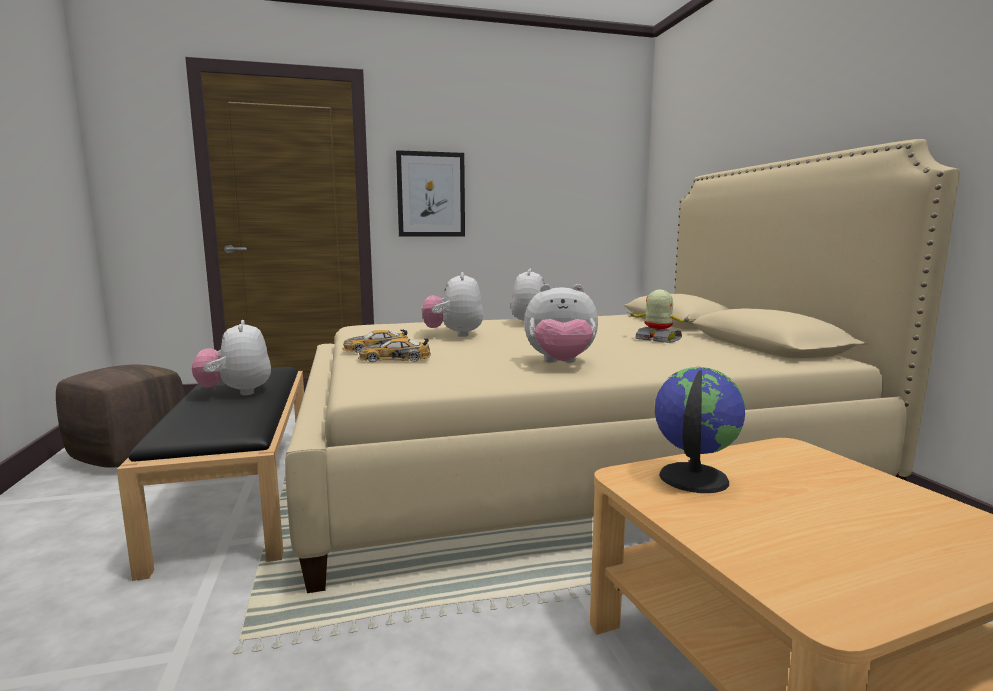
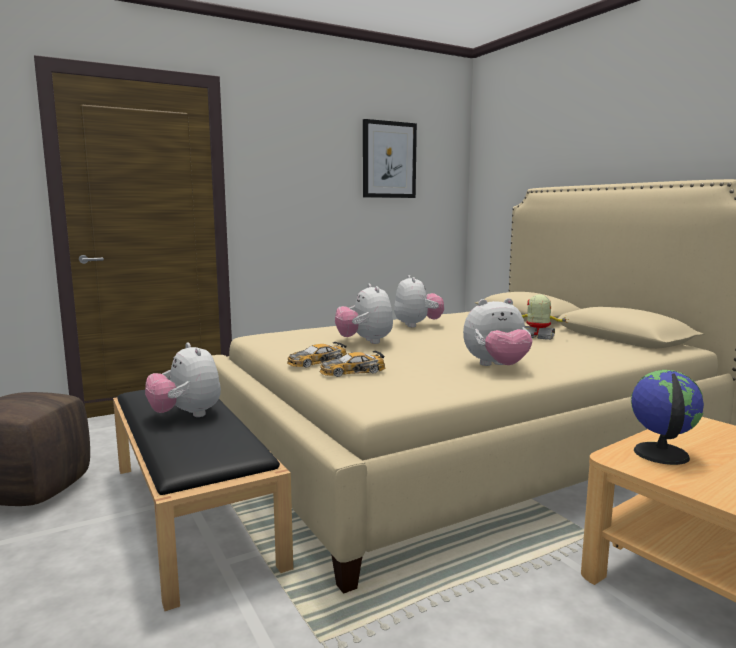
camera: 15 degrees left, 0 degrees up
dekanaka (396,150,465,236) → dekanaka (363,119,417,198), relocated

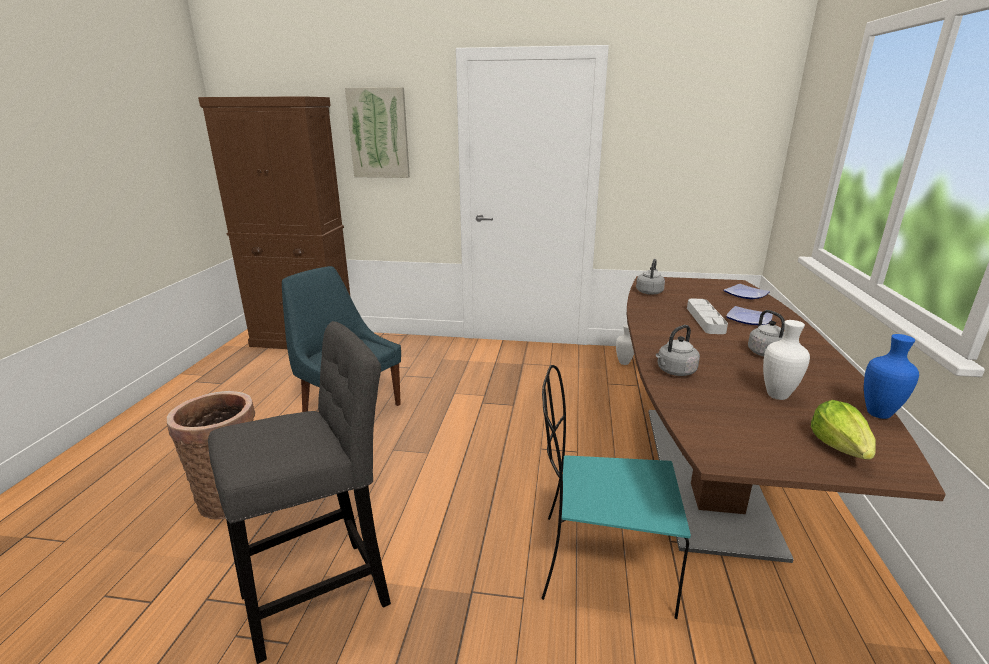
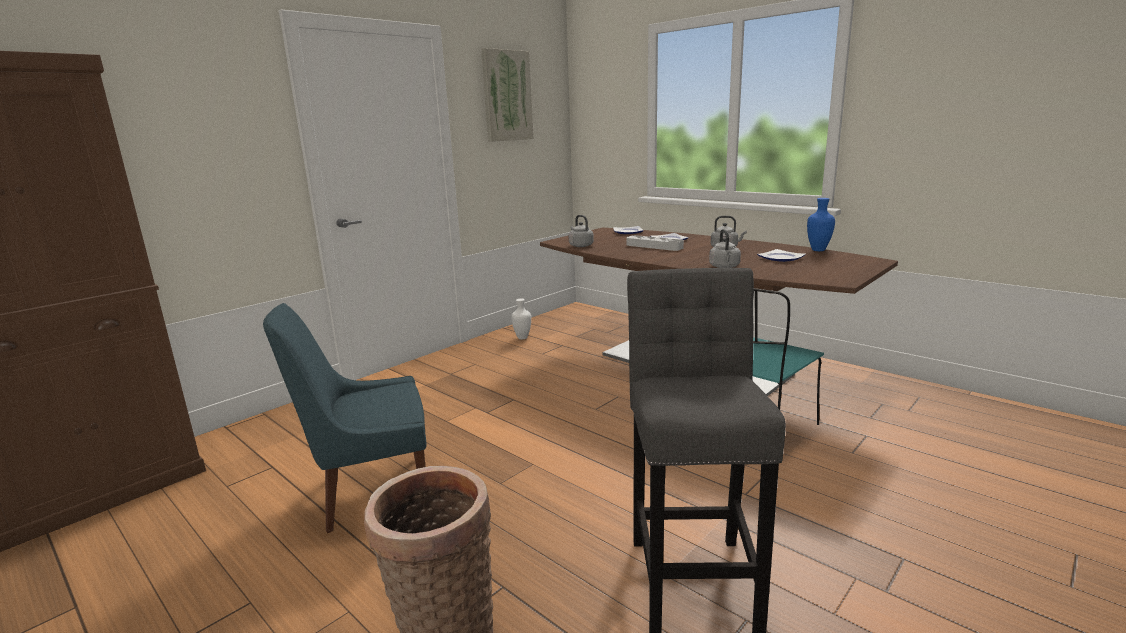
camera: 55 degrees left, 5 degrees down
dekanaka (345,87,410,178) → dekanaka (481,48,534,142), relocated
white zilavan (763,320,810,400) → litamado (757,249,806,262)
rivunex (811,400,876,460) → -

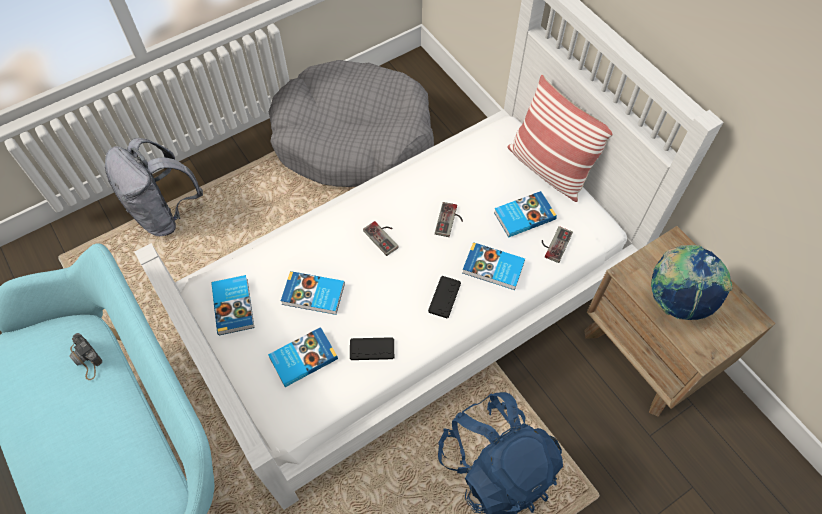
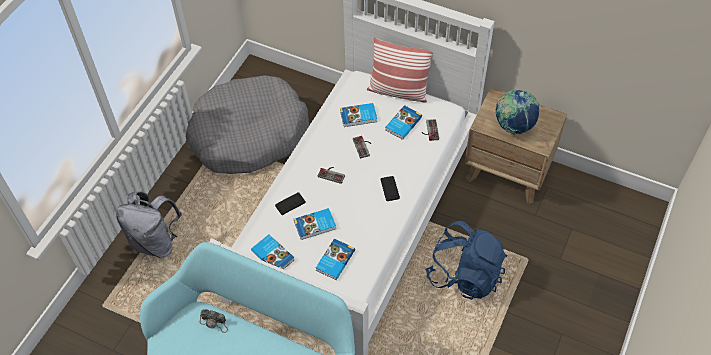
camera: 30 degrees left, 5 degrees down
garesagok (462,242,525,290) → garesagok (340,103,377,127), relocated
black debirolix (350,337,394,360) → black debirolix (275,193,305,215), relocated

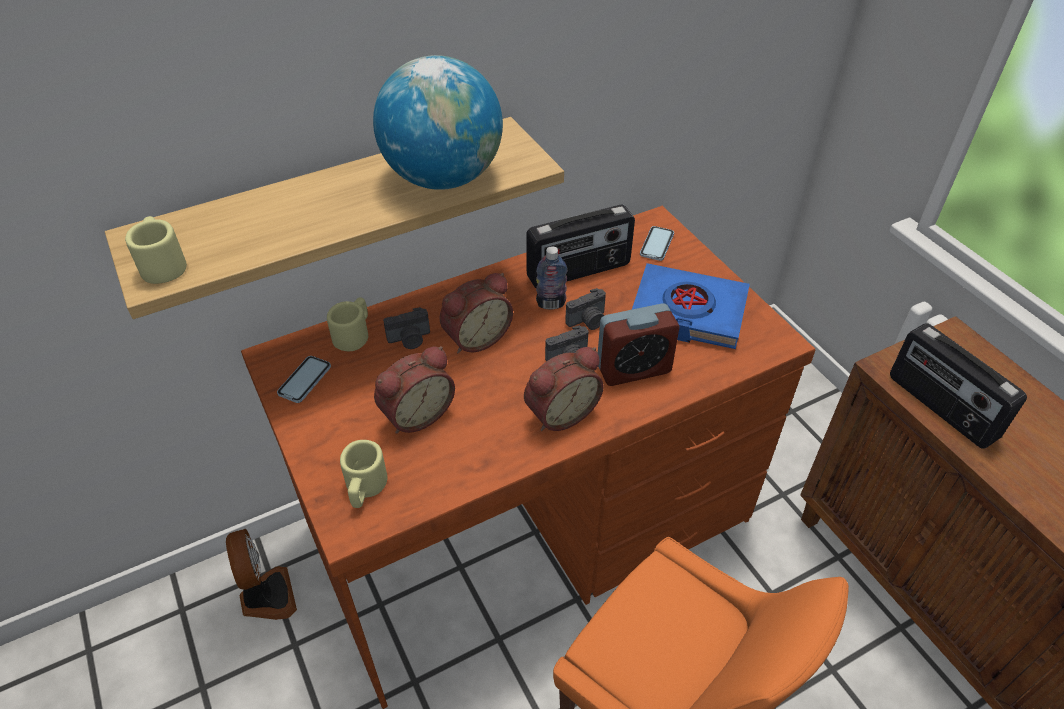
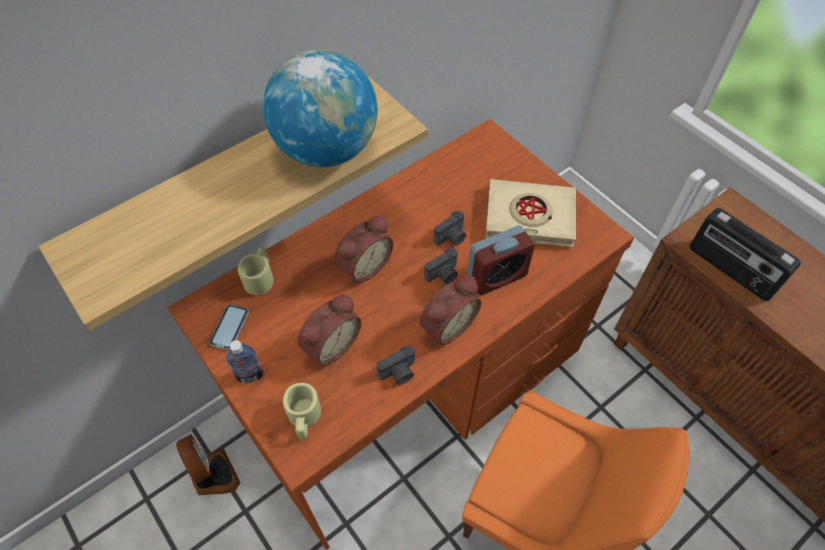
camera: 10 degrees left, 10 degrees up
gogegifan (526,205,635,288) → -
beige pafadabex (125,216,187,284) → -
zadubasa (640,226,674,261) → -
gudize (536,246,567,310) → gudize (226,340,264,383), relocated
blue garesagok (632,263,750,349) → beige garesagok (485,179,576,247)
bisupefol (383,307,430,349) → bisupefol (377,345,415,385), relocated

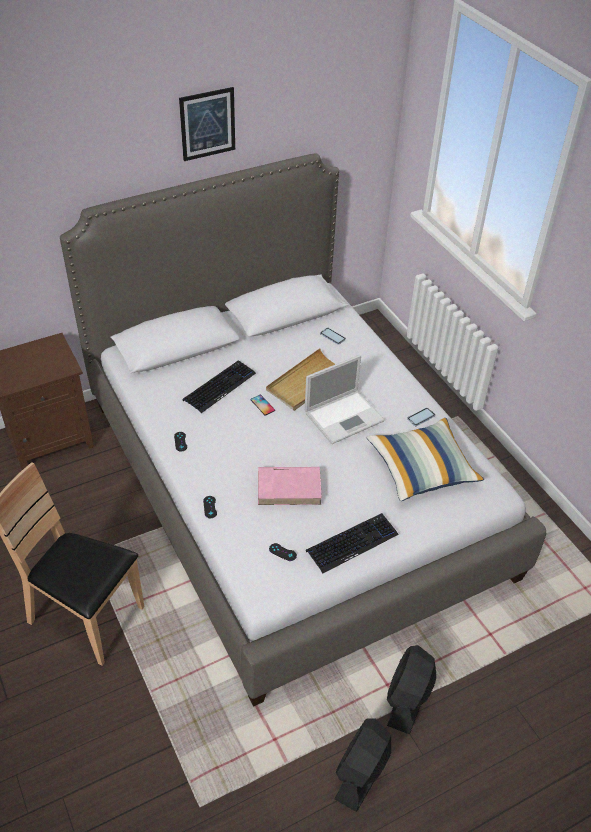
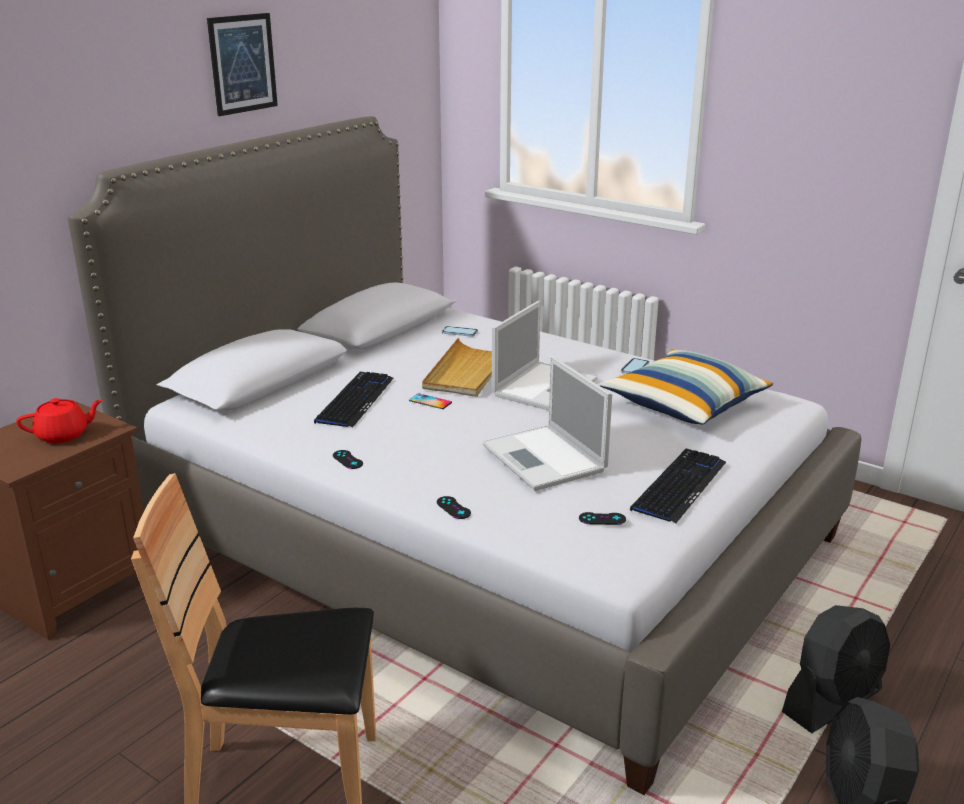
camera: 25 degrees left, 20 degrees down
pink garesagok (258,467,322,505) → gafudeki (482,356,612,491)
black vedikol (387,645,436,734) → black vedikol (782,605,890,733), 120 degrees counterclockwise
- → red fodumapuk (16,398,103,443)

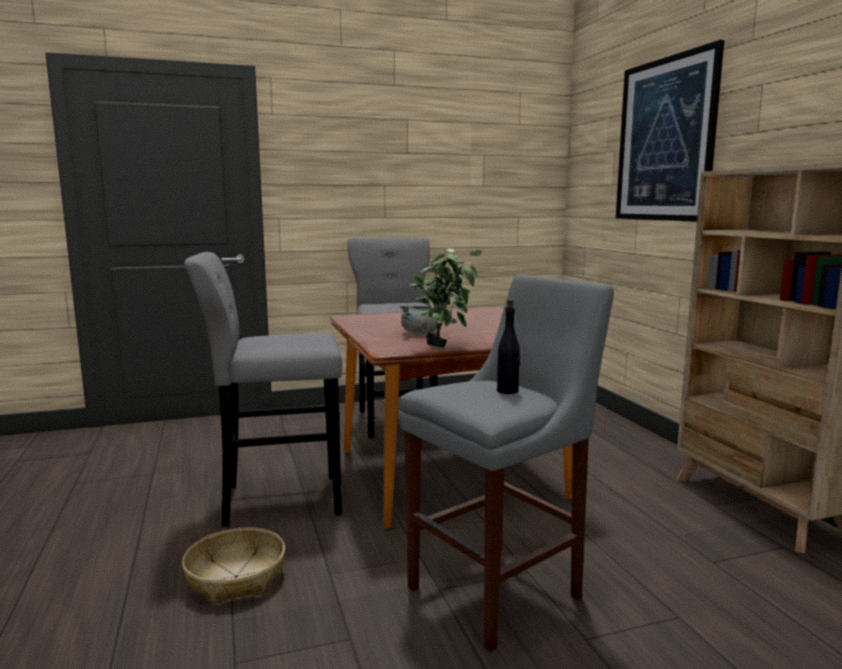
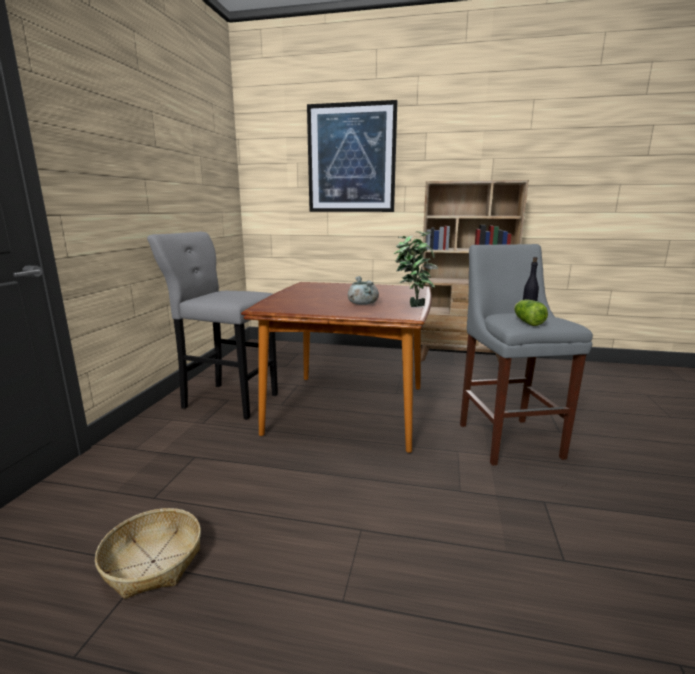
camera: 60 degrees left, 5 degrees up
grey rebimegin (184,252,342,527) → -
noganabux (182,527,285,604) → noganabux (95,508,201,599), relocated
- → rivunex (514,299,548,326)

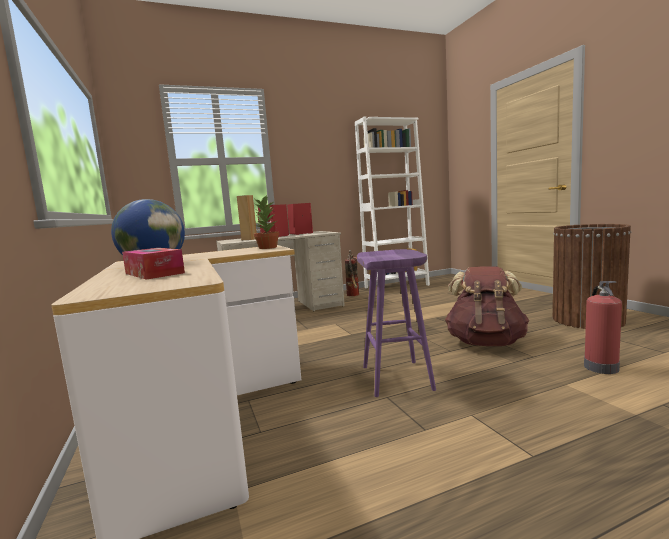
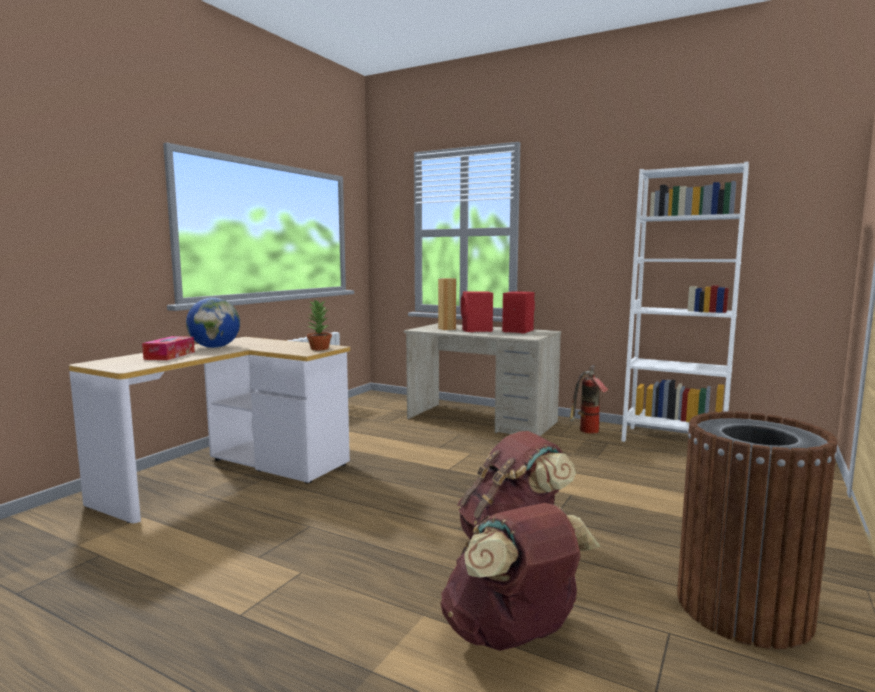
camera: 50 degrees right, 0 degrees up
purple rebimegin (357,249,436,397) → -
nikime (584,281,622,374) → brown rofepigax (440,503,601,651)

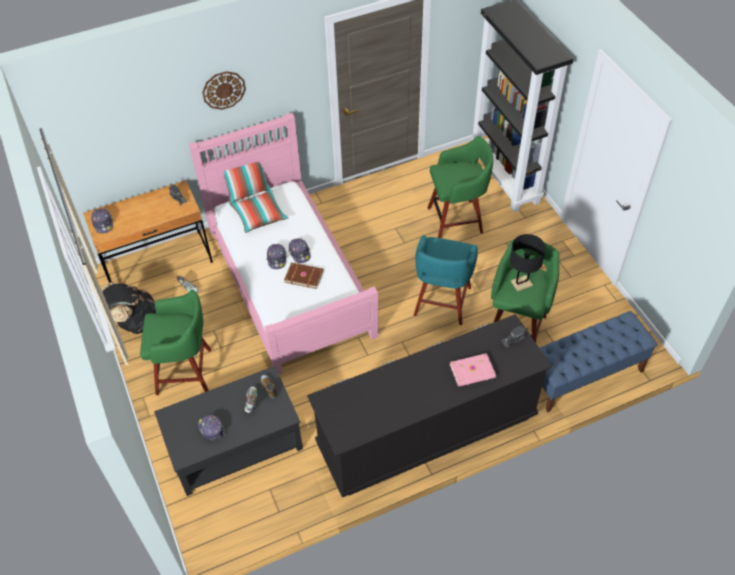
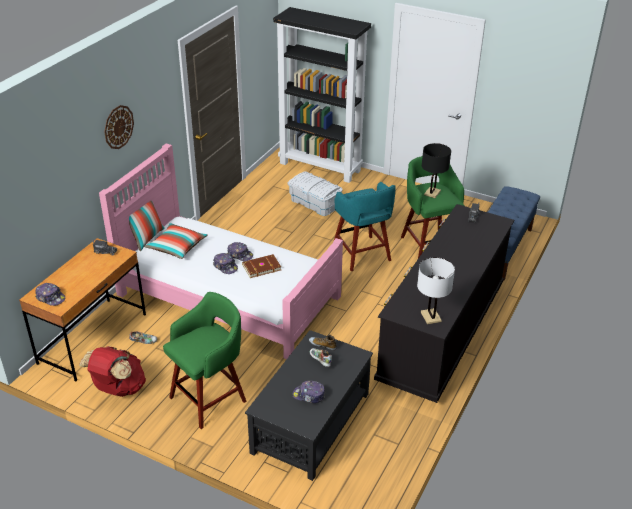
camera: 40 degrees left, 15 degrees down
green rebimegin (428,136,493,238) → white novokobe (288,171,343,216)
black rofepigax (101,282,156,334) → red rofepigax (79,346,146,397)
pink garesagok (450,353,496,387) → -
- → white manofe (417,257,455,324)

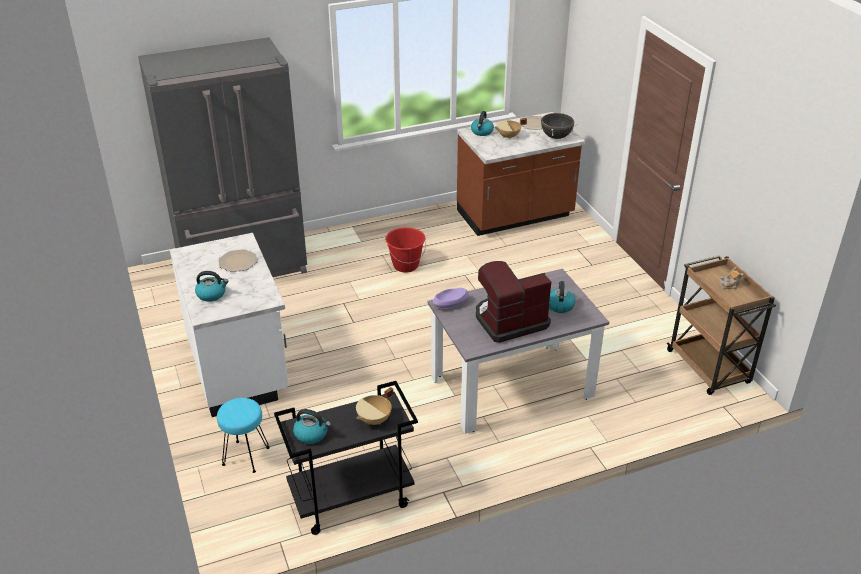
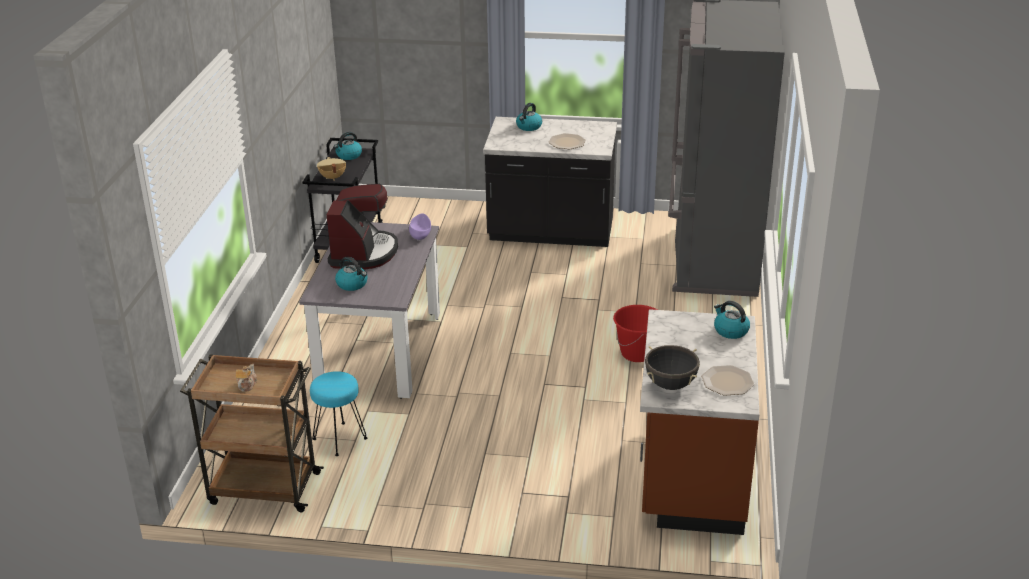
camera: 120 degrees right, 5 degrees down
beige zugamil (495,118,527,139) → -
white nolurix (170,233,289,417) → black nolurix (483,117,617,247)
turquoise rebimegin (217,398,270,473) → turquoise rebimegin (310,371,367,456), relocated

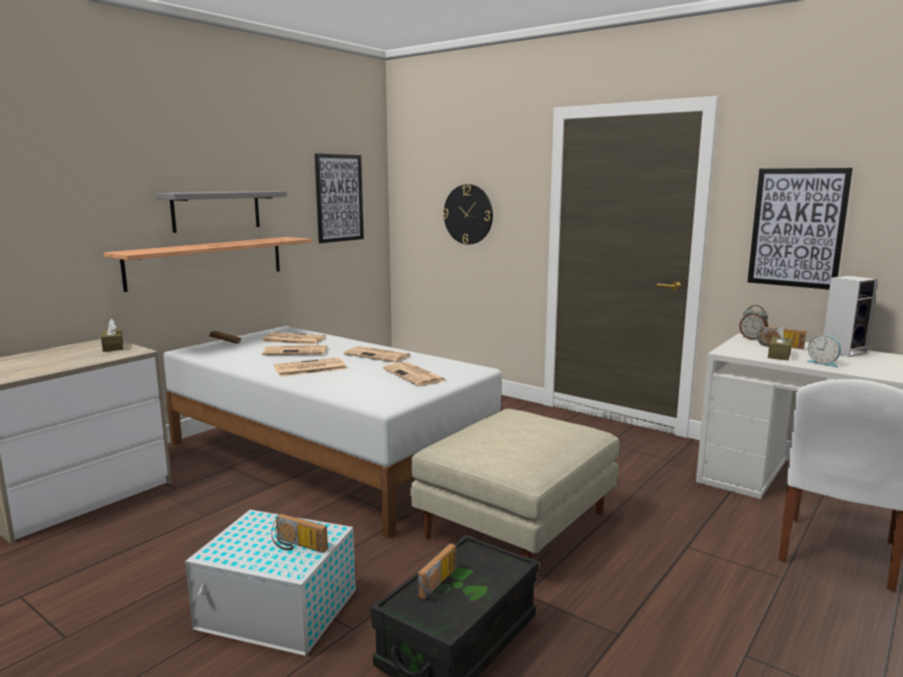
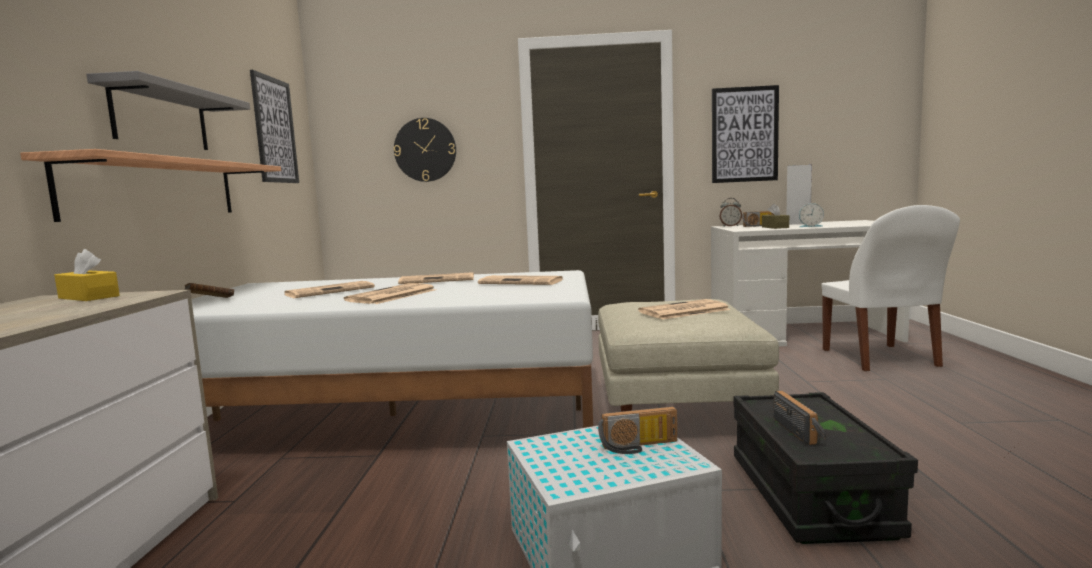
camera: 35 degrees left, 5 degrees down
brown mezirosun (101,319,123,352) → yellow mezirosun (54,249,120,301)
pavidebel (262,332,326,345) → pavidebel (638,299,730,320), relocated

